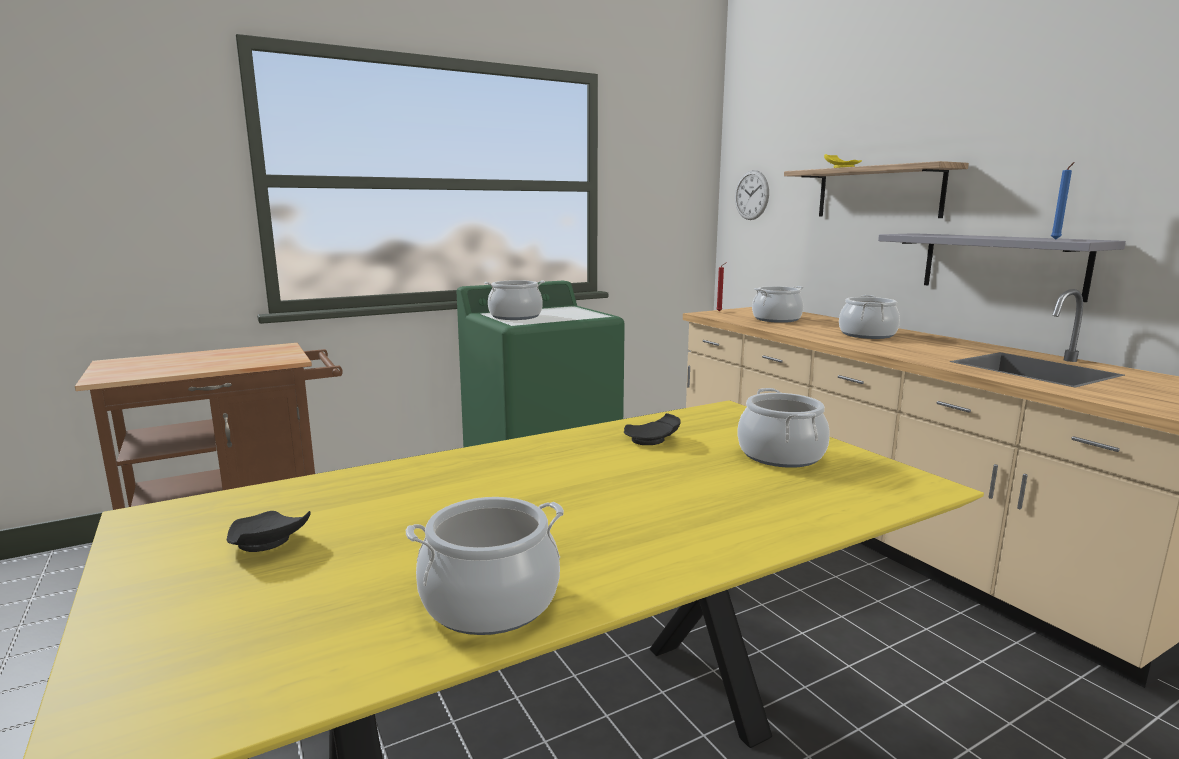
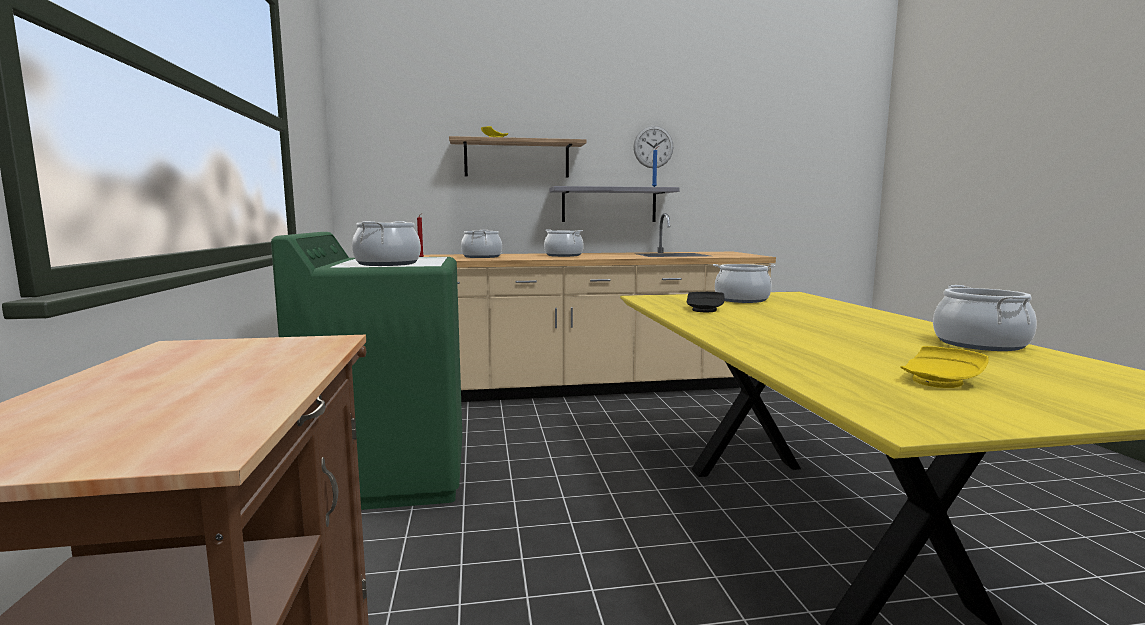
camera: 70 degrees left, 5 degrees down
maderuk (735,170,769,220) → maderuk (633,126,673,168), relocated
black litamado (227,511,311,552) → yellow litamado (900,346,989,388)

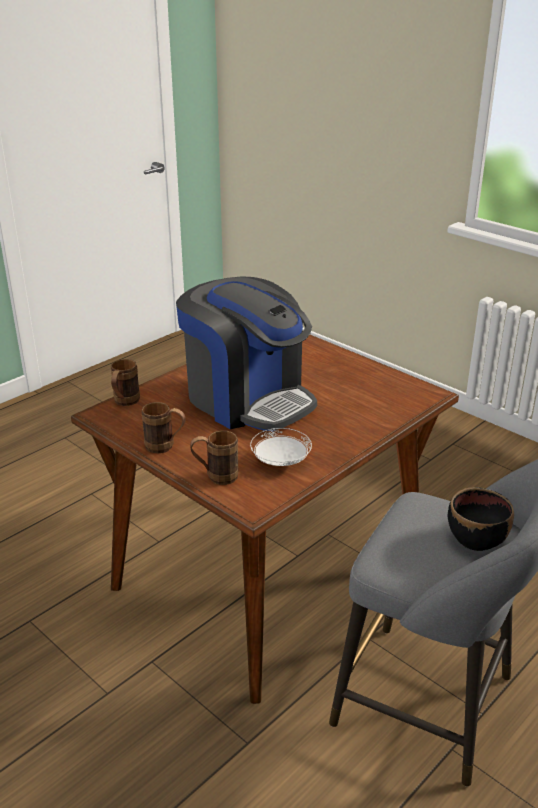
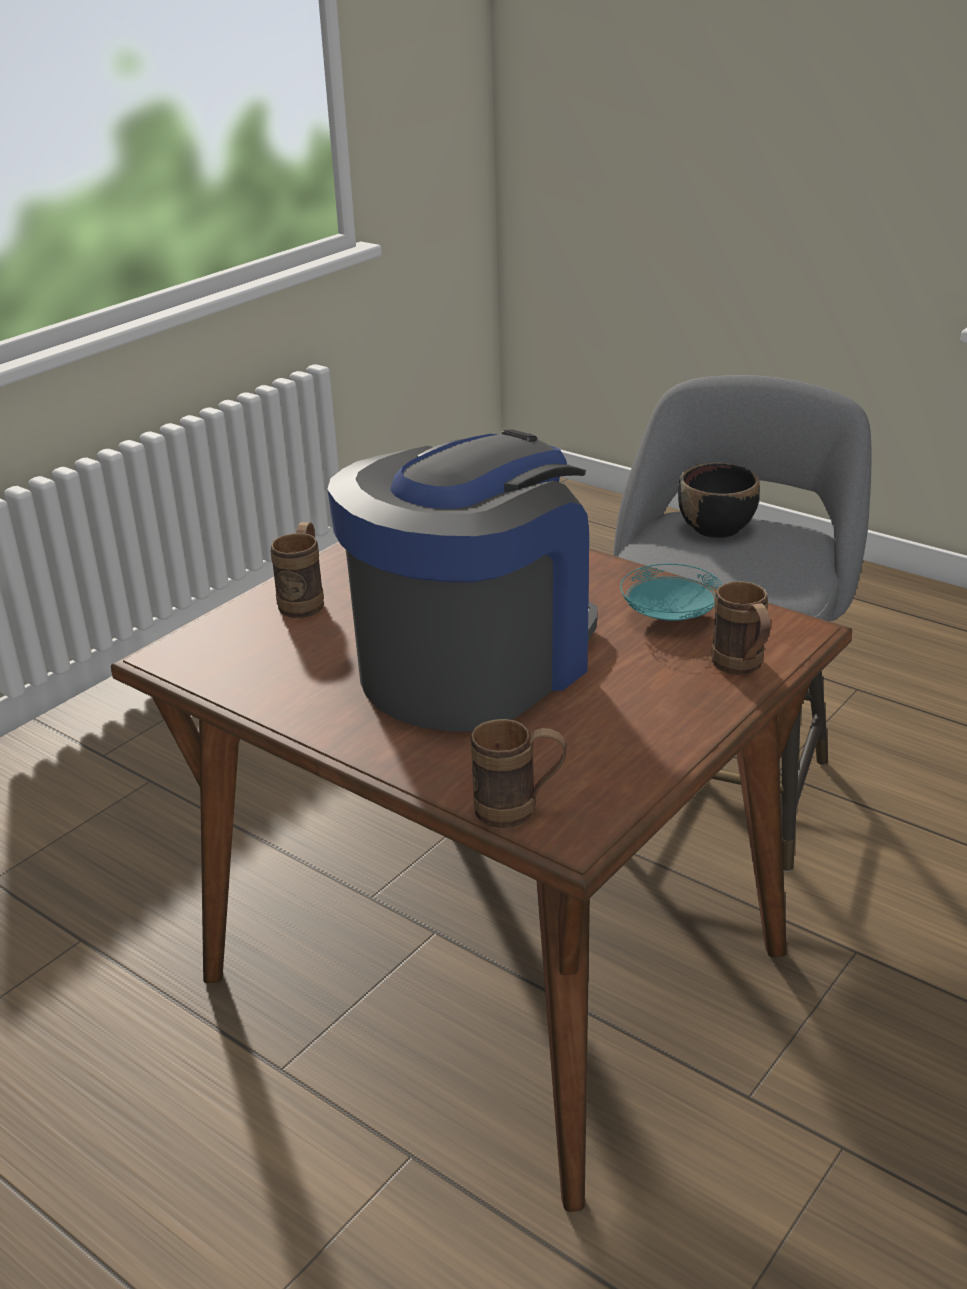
camera: 95 degrees left, 0 degrees up
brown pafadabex (142,402,186,453) → brown pafadabex (271,522,324,618), relocated
white litamado (250,428,312,466) → turquoise litamado (620,564,722,621)

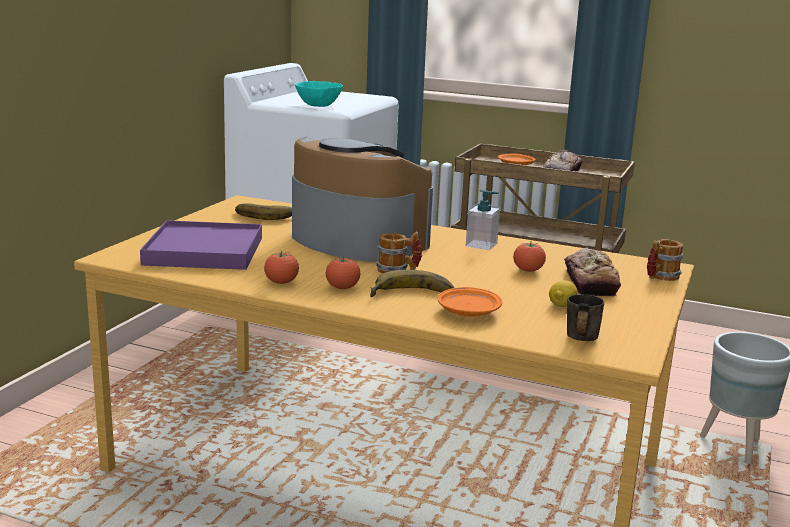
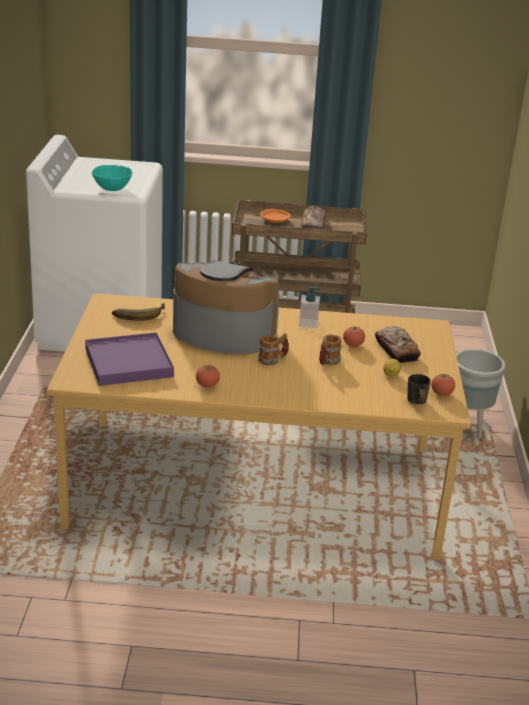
camera: 20 degrees left, 10 degrees up
pafadabex (647,239,684,281) → pafadabex (319,334,342,365), relocated
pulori (326,256,360,289) → pulori (431,373,455,396), relocated
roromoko (370,270,454,297) → -
orange litamado (437,287,502,317) → -

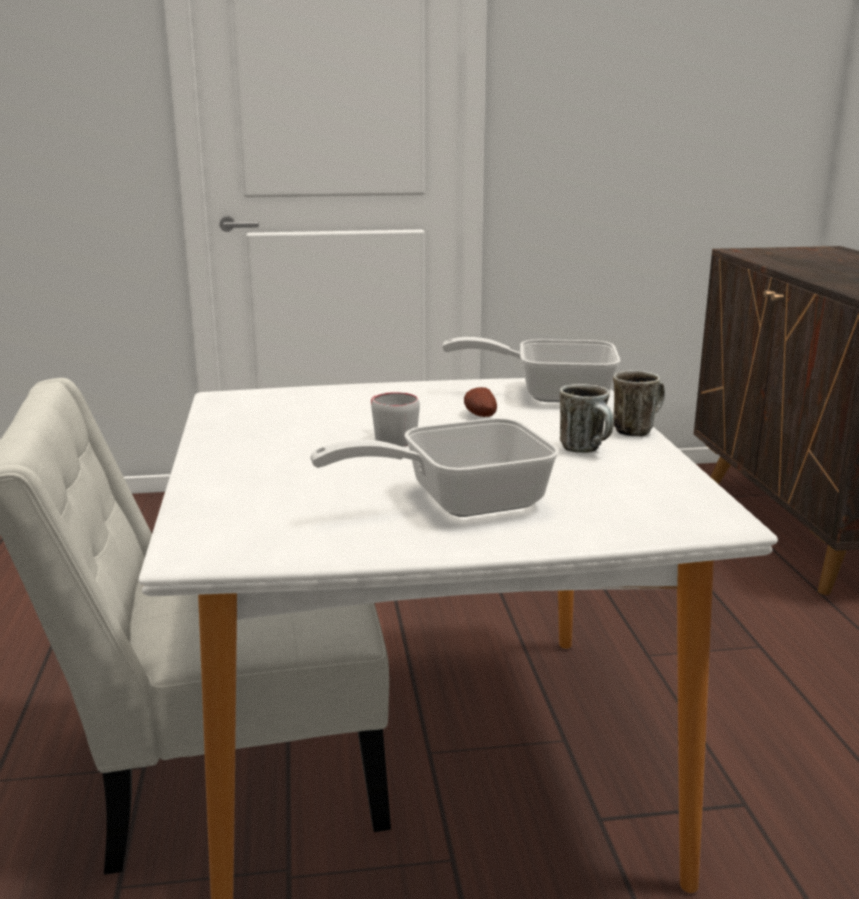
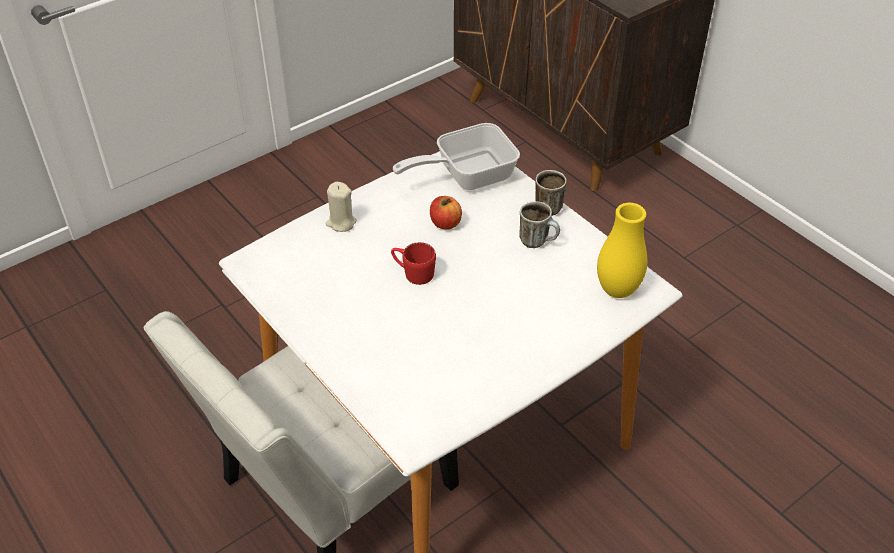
camera: 30 degrees left, 25 degrees up
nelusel (464,387,497,417) → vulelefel (430,196,462,230)
grey pafadabex (371,392,420,447) → red pafadabex (391,242,436,285)
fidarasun (310,418,559,517) → -
- → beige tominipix (325,182,357,232)
- → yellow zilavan (597,203,647,298)

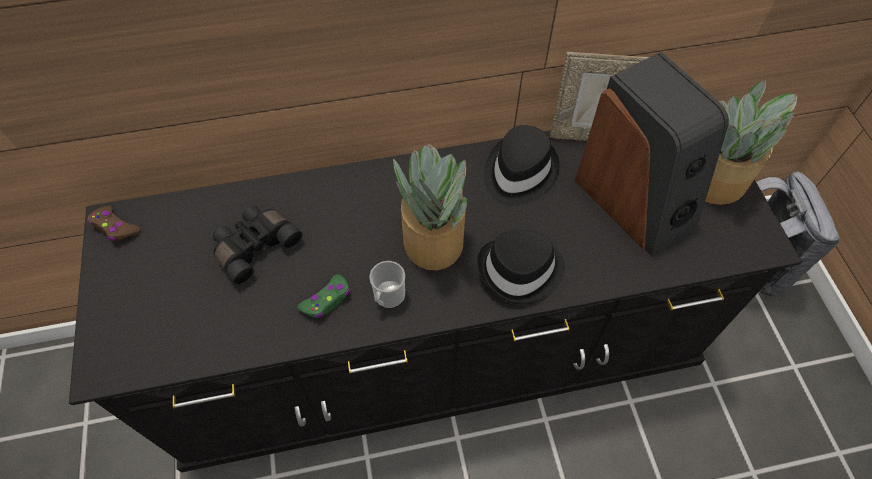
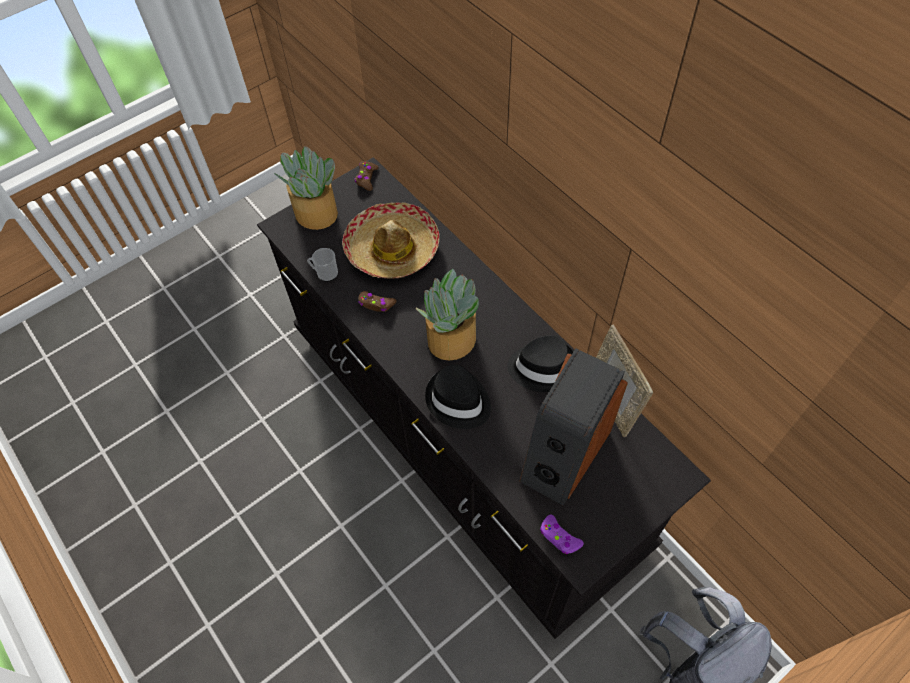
camera: 65 degrees right, 0 degrees up
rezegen (705,80,797,205) → rezegen (274,146,338,230), relocated
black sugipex (213,206,303,286) → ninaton (342,202,440,279)
pafadabex (369,261,405,309) → pafadabex (307,248,338,282), relocated
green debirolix (297,274,350,318) → brown debirolix (358,291,396,312)
- → purple debirolix (540,514,584,554)

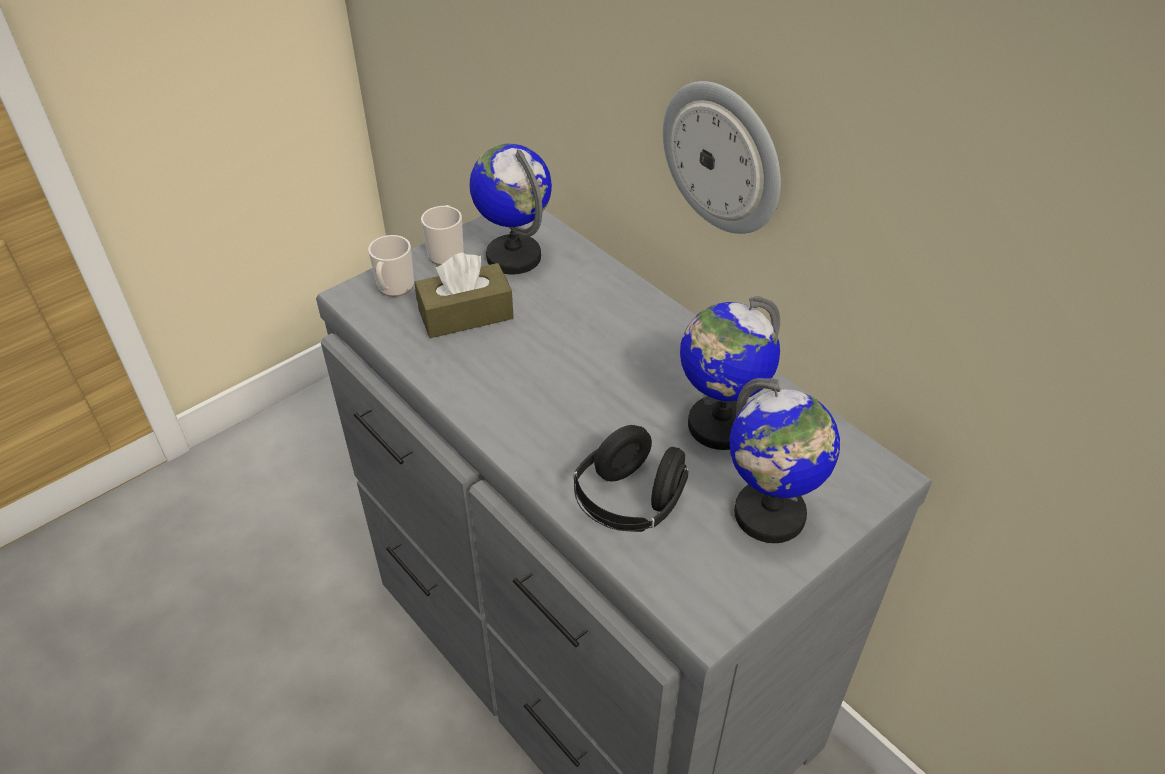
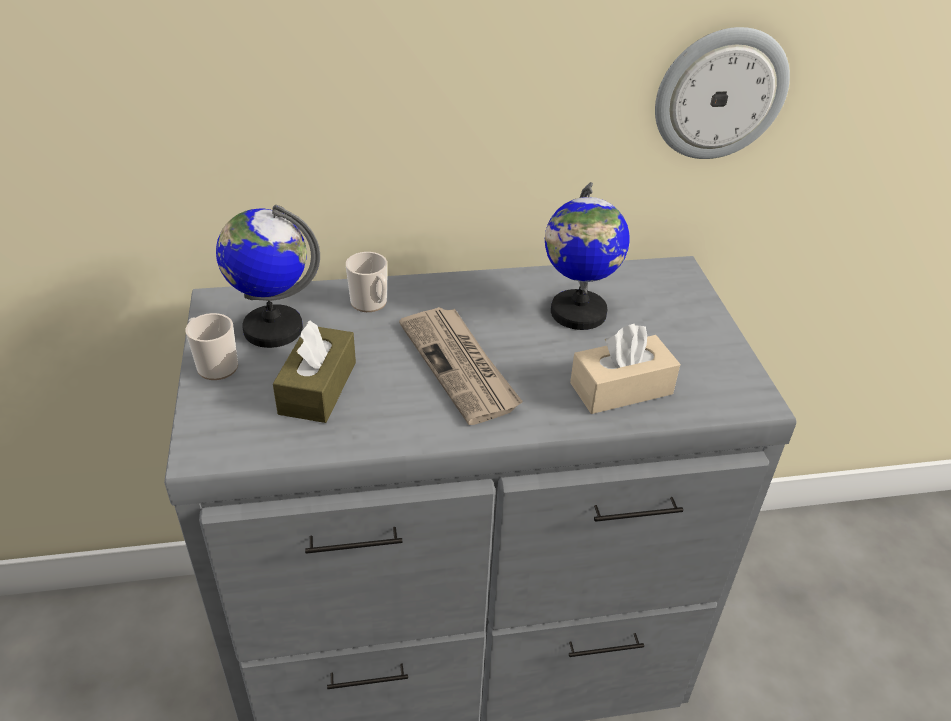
camera: 60 degrees left, 5 degrees down
maderuk (663,81,781,234) → maderuk (655,27,790,159), relocated
pafadabex (368,235,414,297) → pafadabex (346,252,387,312), relocated
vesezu (729,378,840,543) → -
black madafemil (574,425,689,532) → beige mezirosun (570,324,680,414)
- → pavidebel (399,307,523,425)

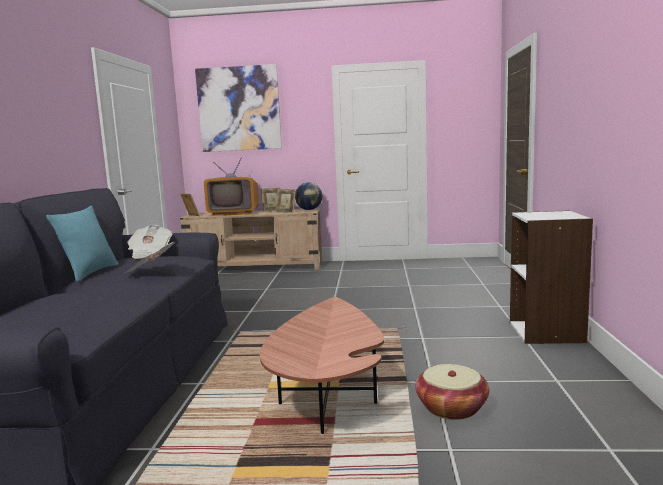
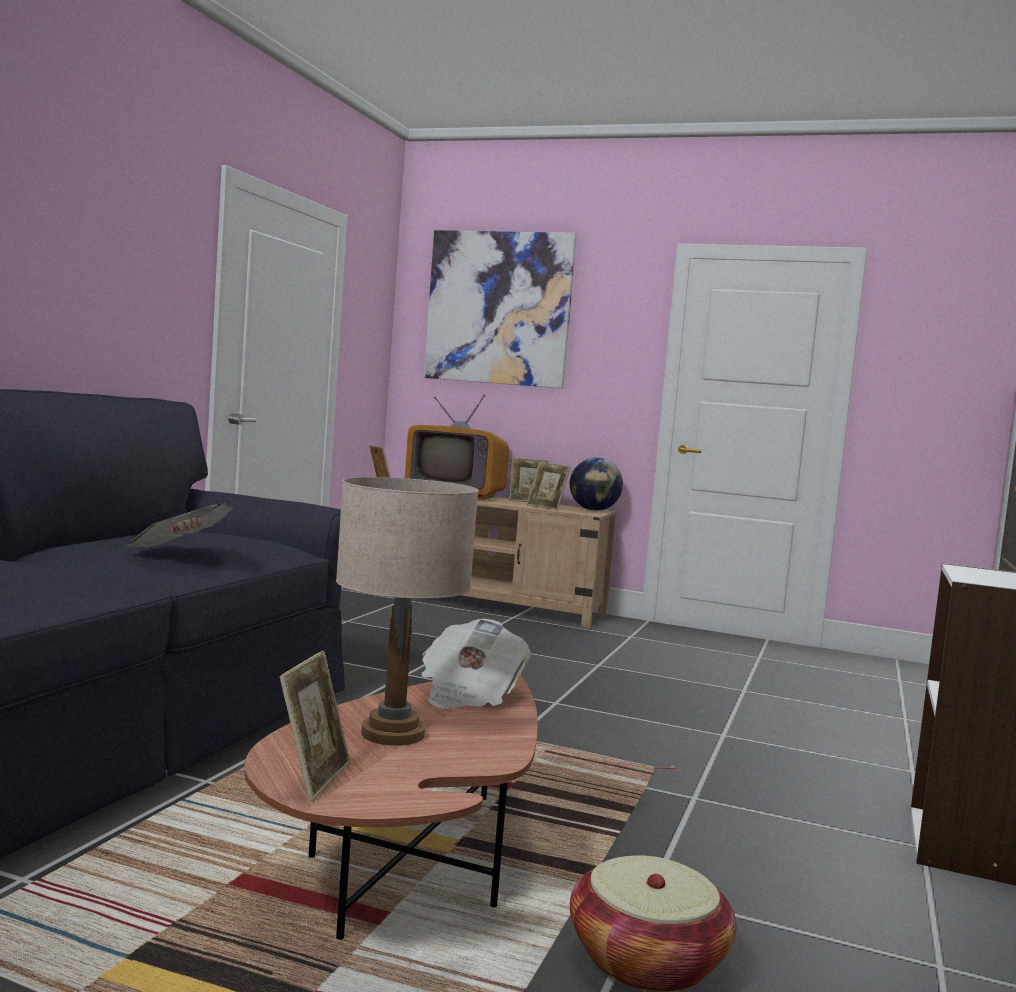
camera: 15 degrees right, 5 degrees down
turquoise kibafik (46,206,119,282) → -
pavidebel (127,225,172,259) → pavidebel (421,618,531,708), relocated
- → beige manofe (336,477,479,746)
- → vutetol (280,651,351,801)

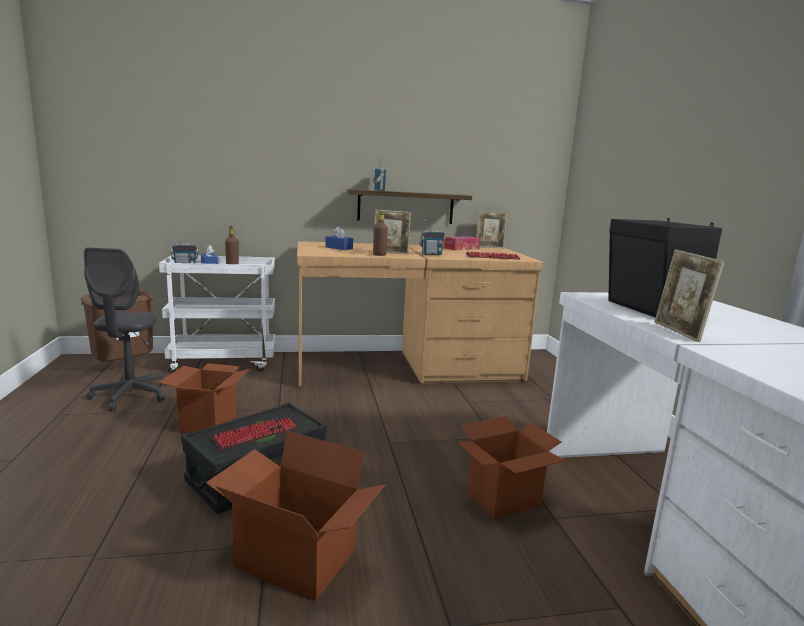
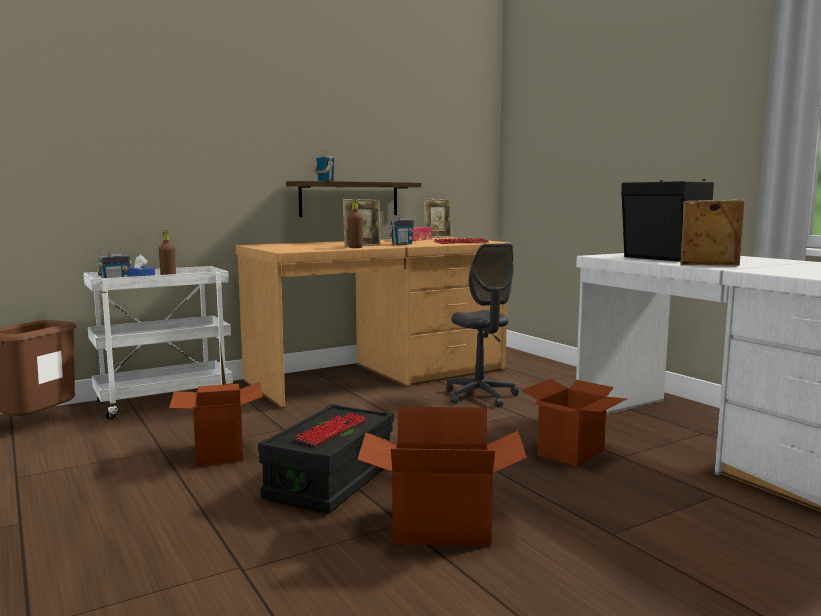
camera: 20 degrees left, 5 degrees down
blue mezirosun (325,226,353,250) → -
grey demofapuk (84,248,166,412) → grey demofapuk (447,243,519,407), relocated
vutetol (655,249,725,342) → vutetol (680,200,745,266), 135 degrees clockwise

